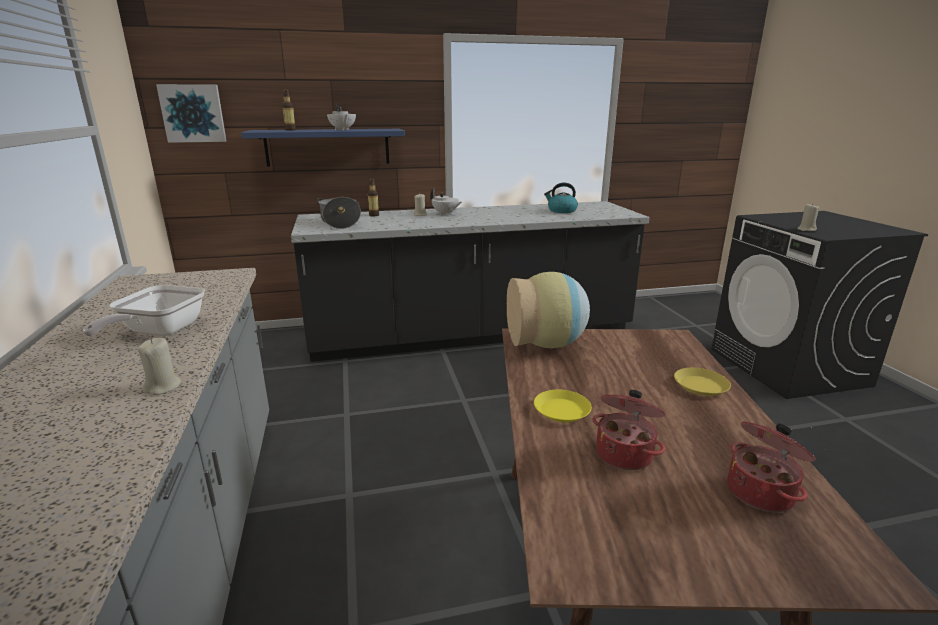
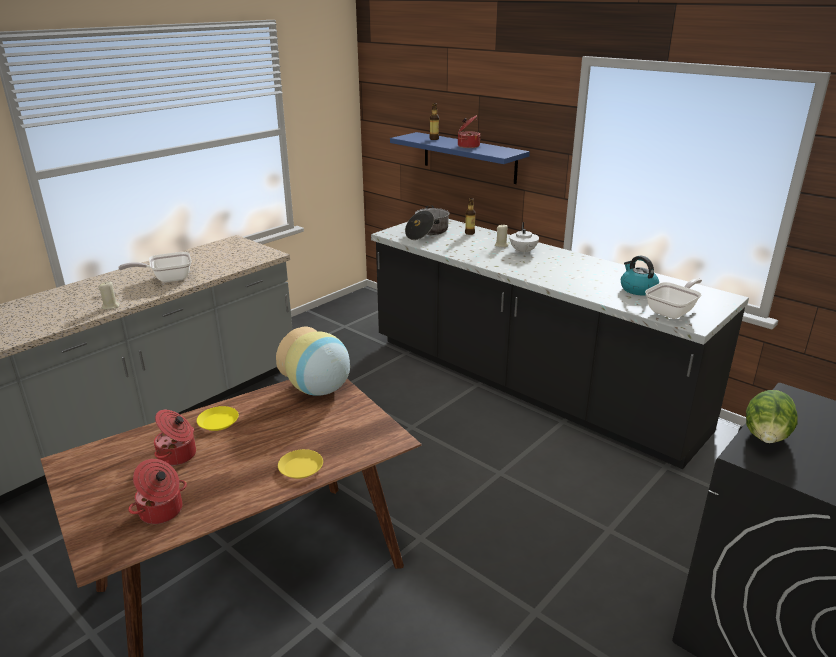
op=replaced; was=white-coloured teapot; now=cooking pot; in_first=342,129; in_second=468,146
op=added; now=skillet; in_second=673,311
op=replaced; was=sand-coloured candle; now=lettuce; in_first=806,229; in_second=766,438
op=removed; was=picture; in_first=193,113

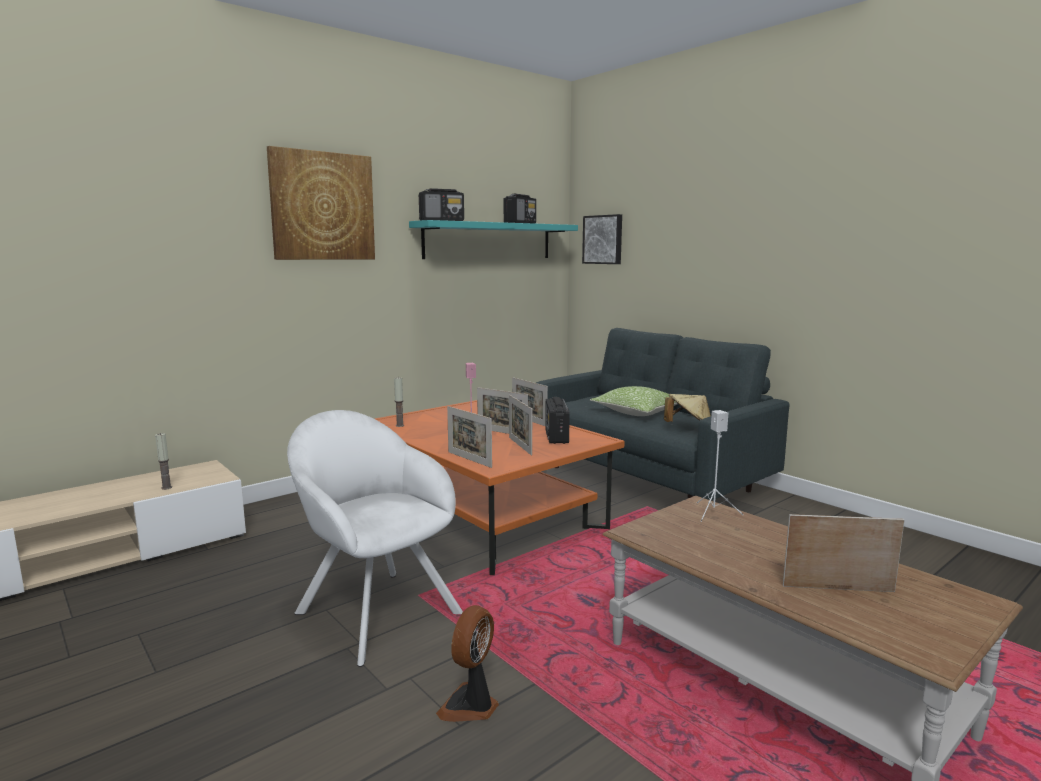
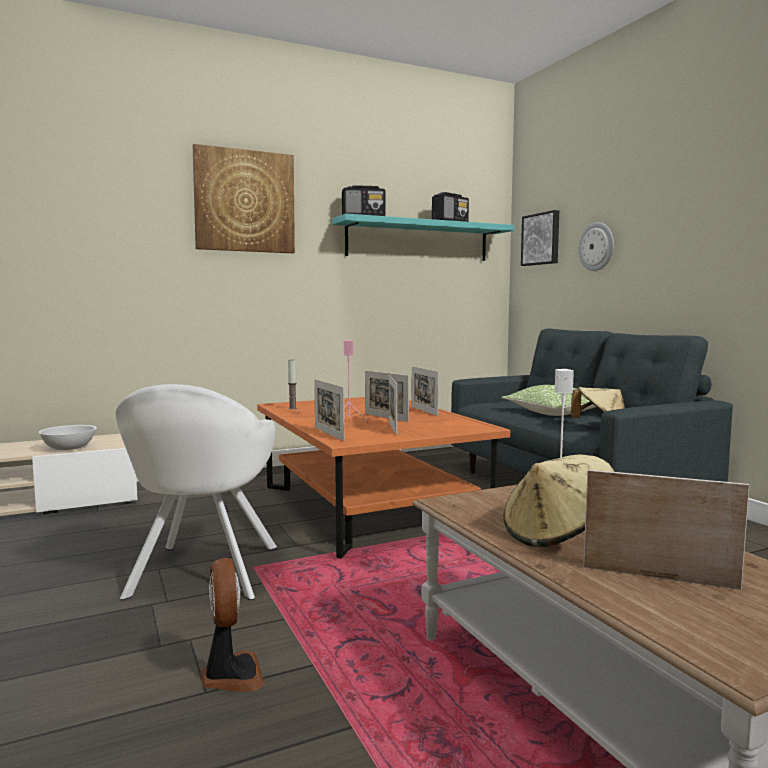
op=replaced; was=candle; now=white-coloured serving bowl; in_first=166,487; in_second=69,448
op=turned; was=white-coloured lounge chair; in_first=374,609; in_second=202,574; clockwise=-150
op=turned; was=cooling fan; in_first=471,706; in_second=231,675; clockwise=120
op=added; now=sand-coloured hat; in_second=557,534
op=added; now=clock on the wall; in_second=597,247
op=removed; was=radio; in_first=556,437

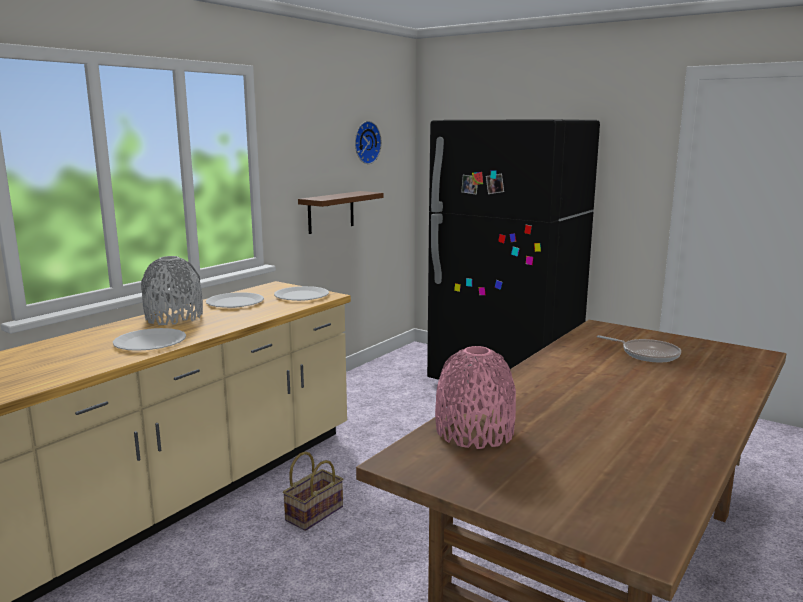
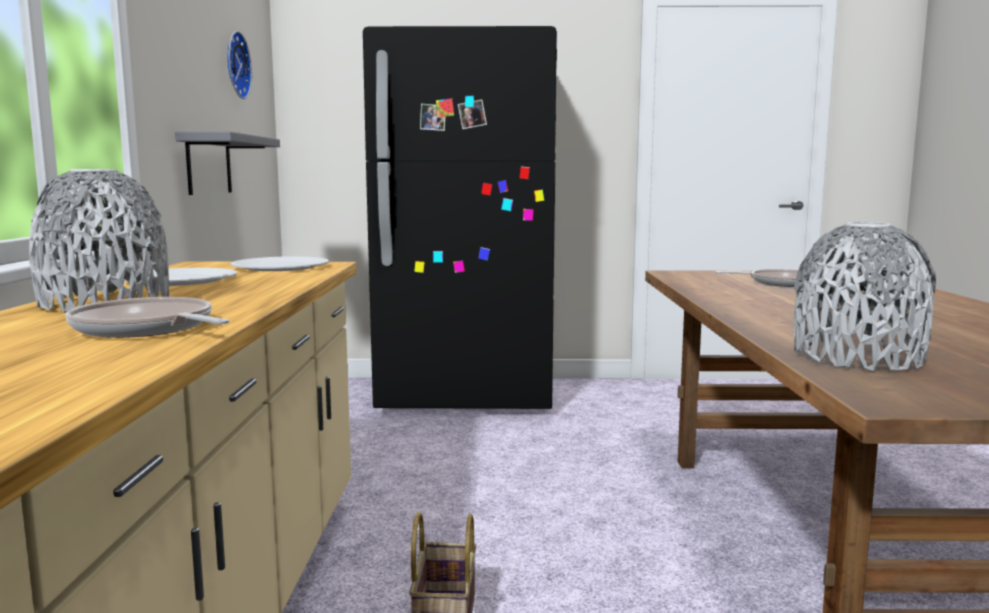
op=replaced; was=white-coloured dinner plate; now=skillet; in_first=150,342; in_second=147,329
op=recoloured; was=brownish shelf; now=greyish shelf; in_first=331,212; in_second=209,164
op=recoloured; was=pink-coloured flower vase; now=greyish flower vase; in_first=474,432; in_second=857,357

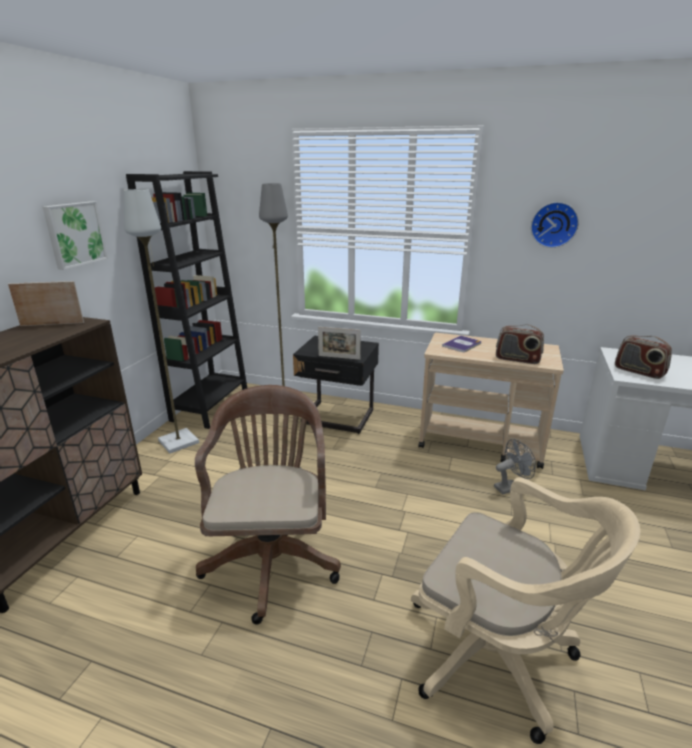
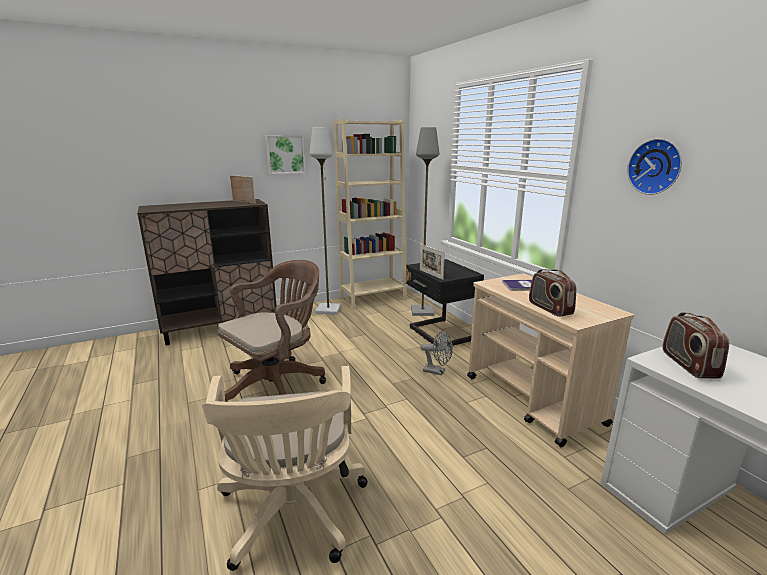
op=recoloured; was=black bookcase; now=sand-coloured bookcase; in_first=210,407; in_second=373,299
op=moved; was=greyish cooling fan; in_first=510,487; in_second=437,371

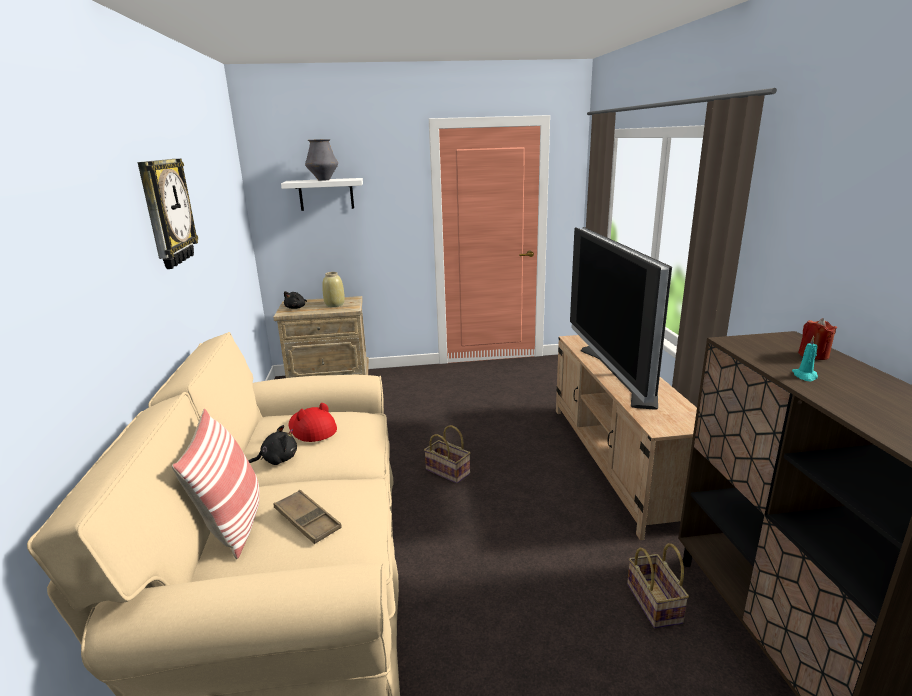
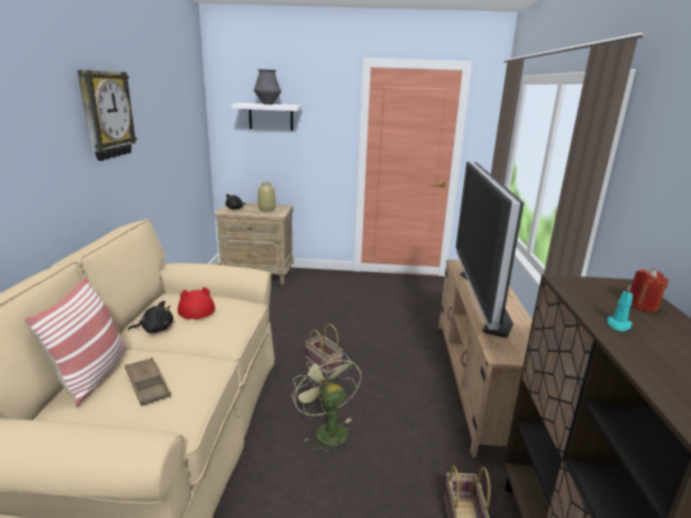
op=added; now=green cooling fan; in_second=326,430

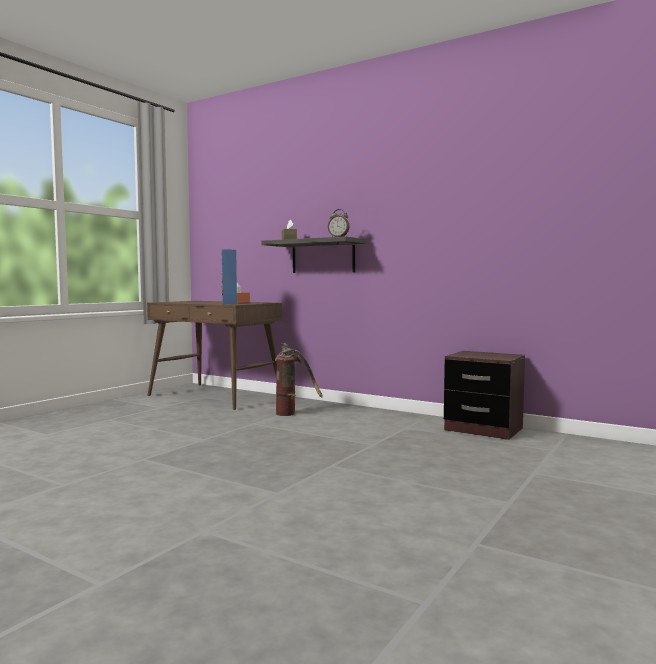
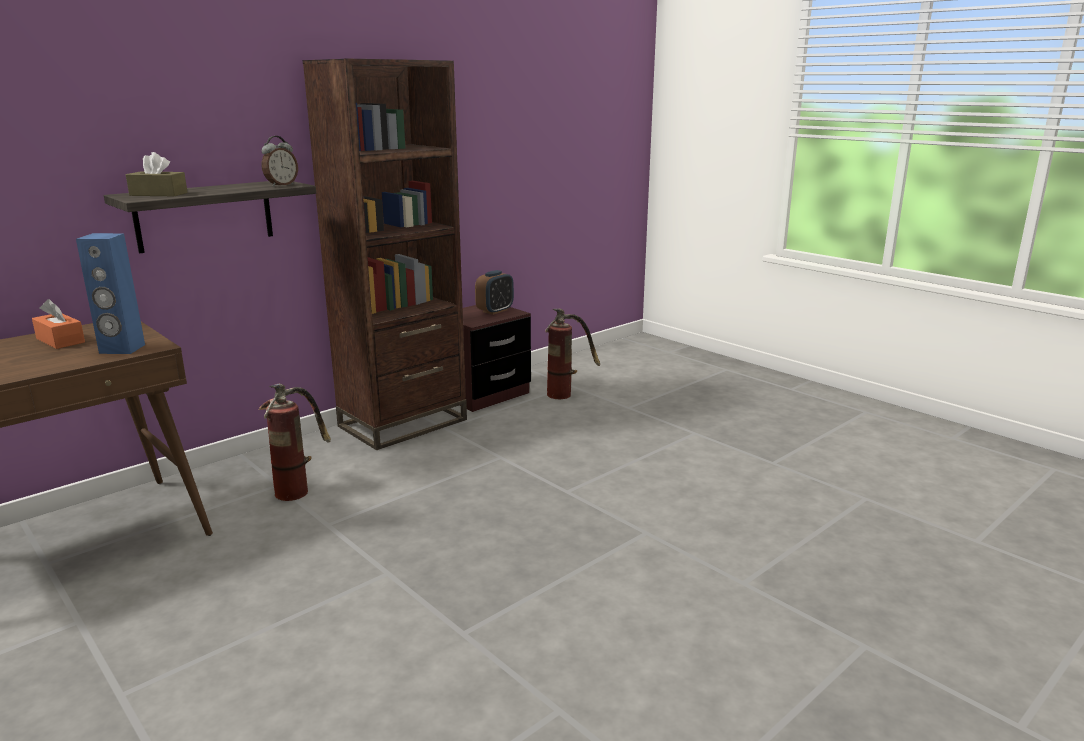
op=added; now=brownish bookcase; in_second=403,423
op=added; now=bedside clock; in_second=495,311
op=added; now=fire-fighting cylinder; in_second=566,392

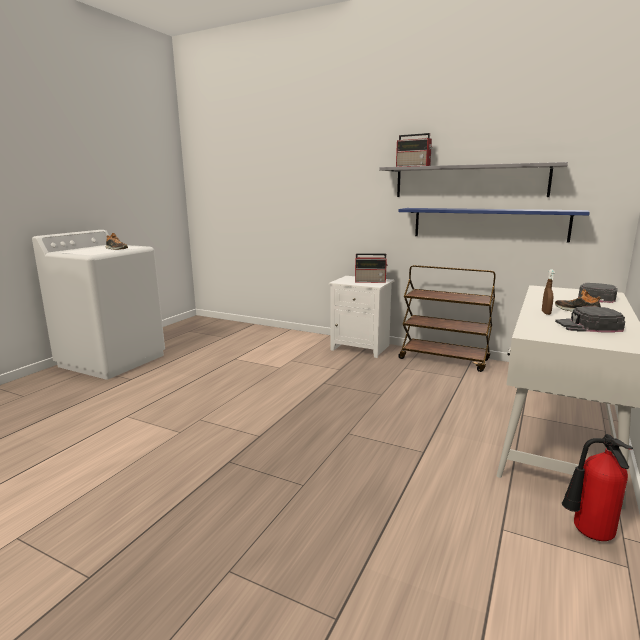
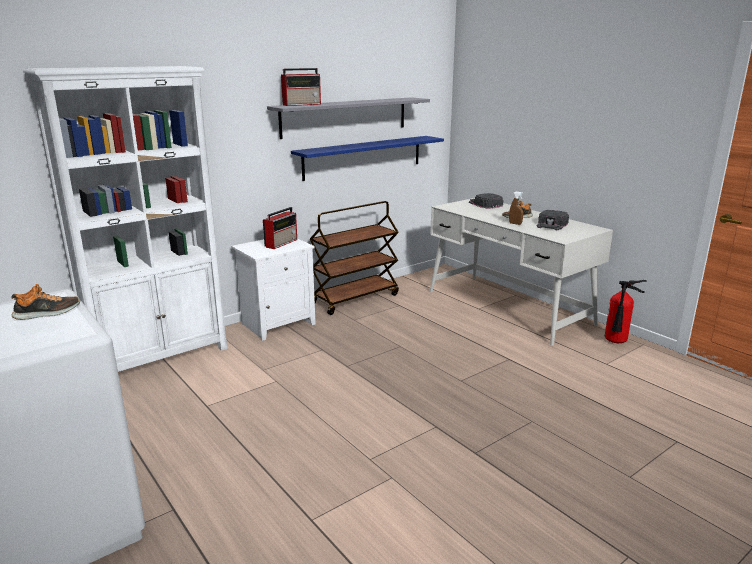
op=added; now=white-coloured bookcase; in_second=160,357

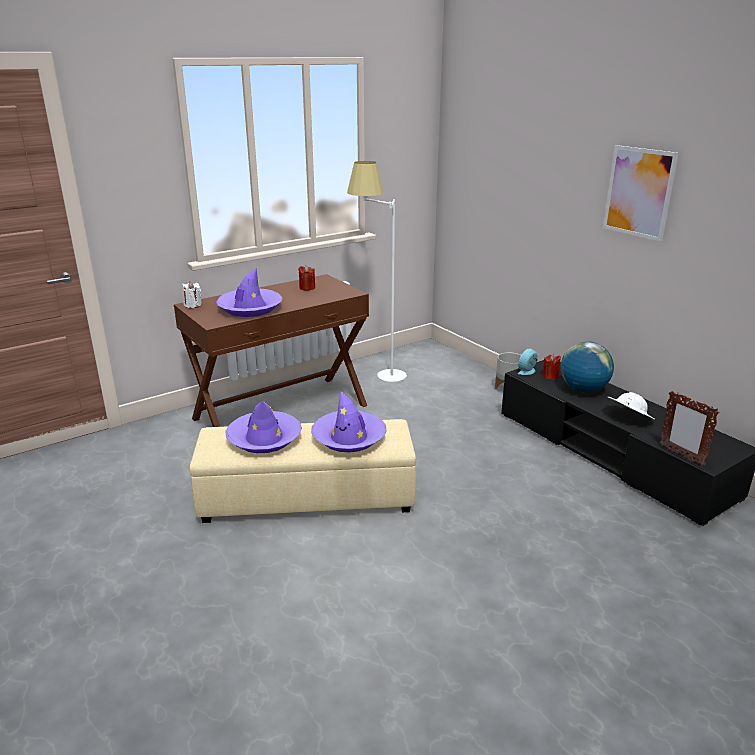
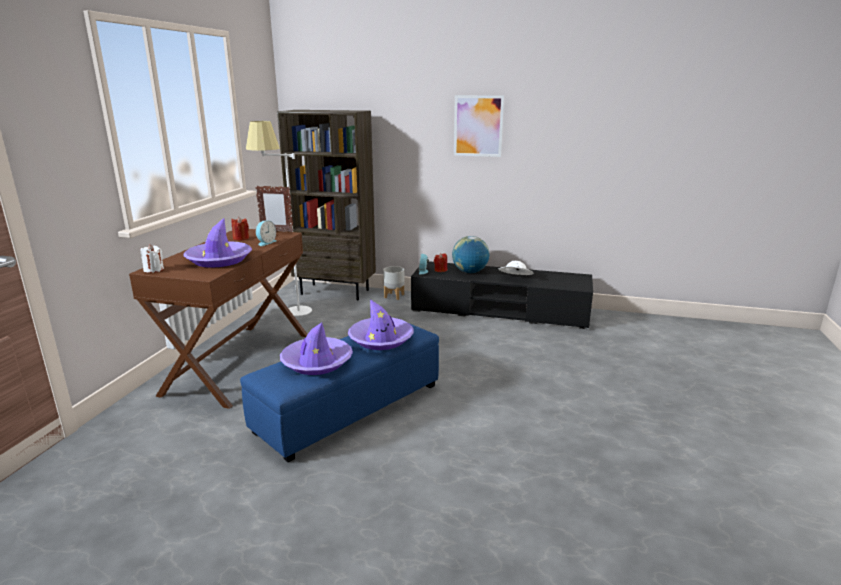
op=recoloured; was=sand-coloured pouffe; now=blue-coloured pouffe; in_first=307,496; in_second=349,407
op=moved; was=picture frame; in_first=681,455; in_second=276,231
op=added; now=bedside clock; in_second=265,242
op=added; now=brownish bookcase; in_second=336,292

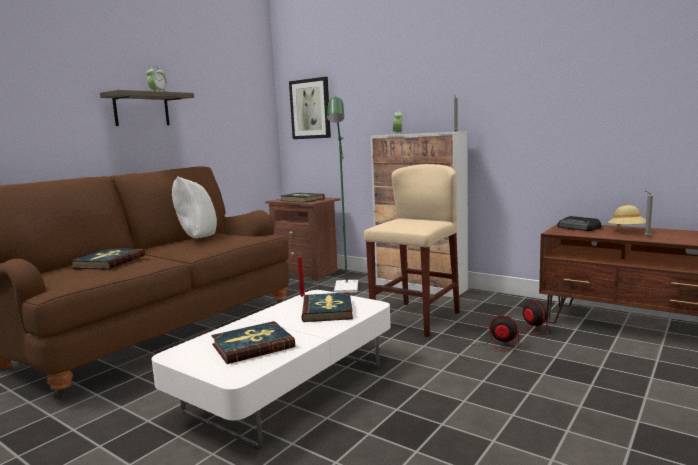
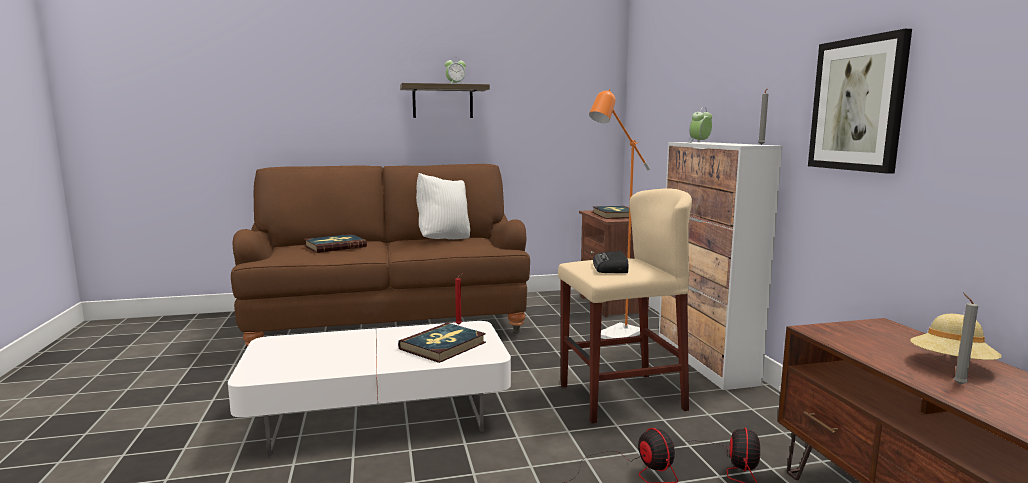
op=recoloured; was=green standing lamp; now=orange standing lamp; in_first=346,289; in_second=615,336
op=moved; was=radio; in_first=579,228; in_second=611,268
op=moved; was=picture; in_first=310,109; in_second=857,104
op=removed; was=volume; in_first=252,346

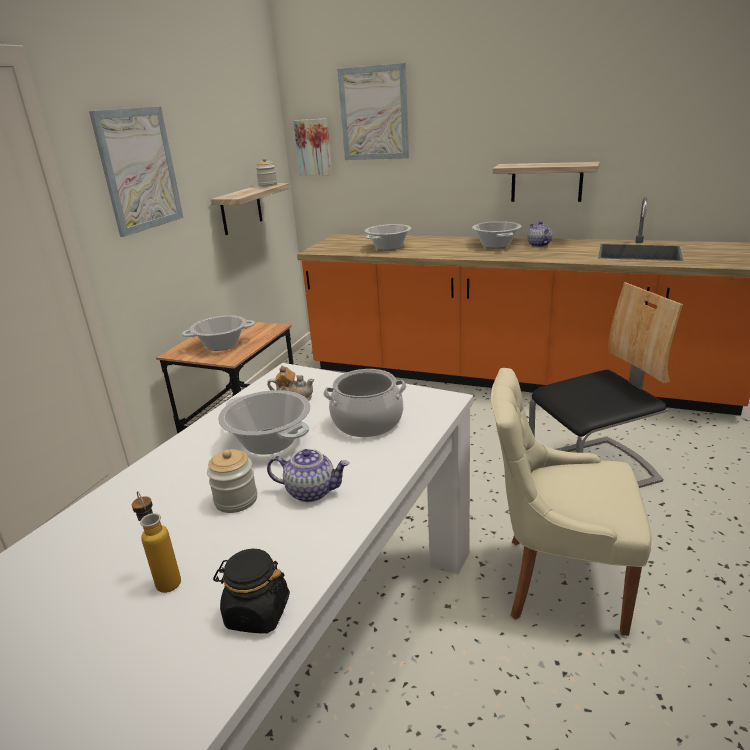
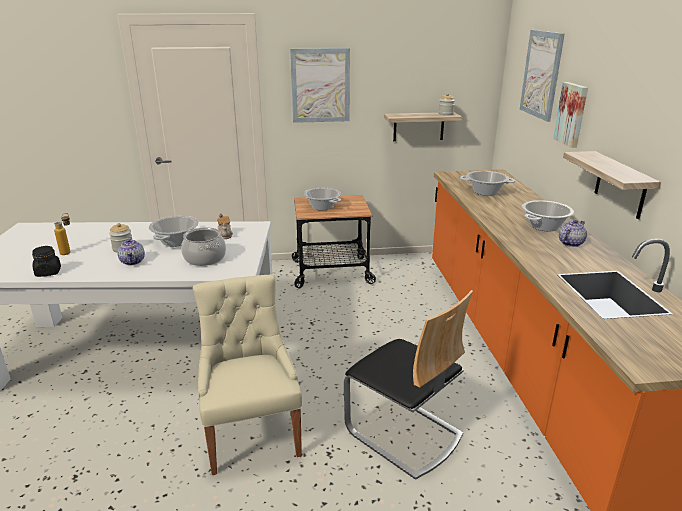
op=moved; was=picture; in_first=314,147; in_second=572,114

